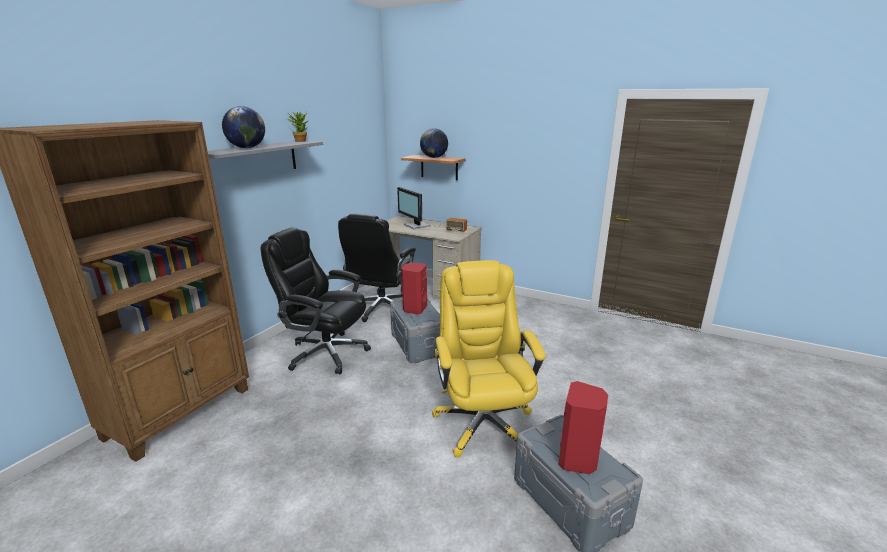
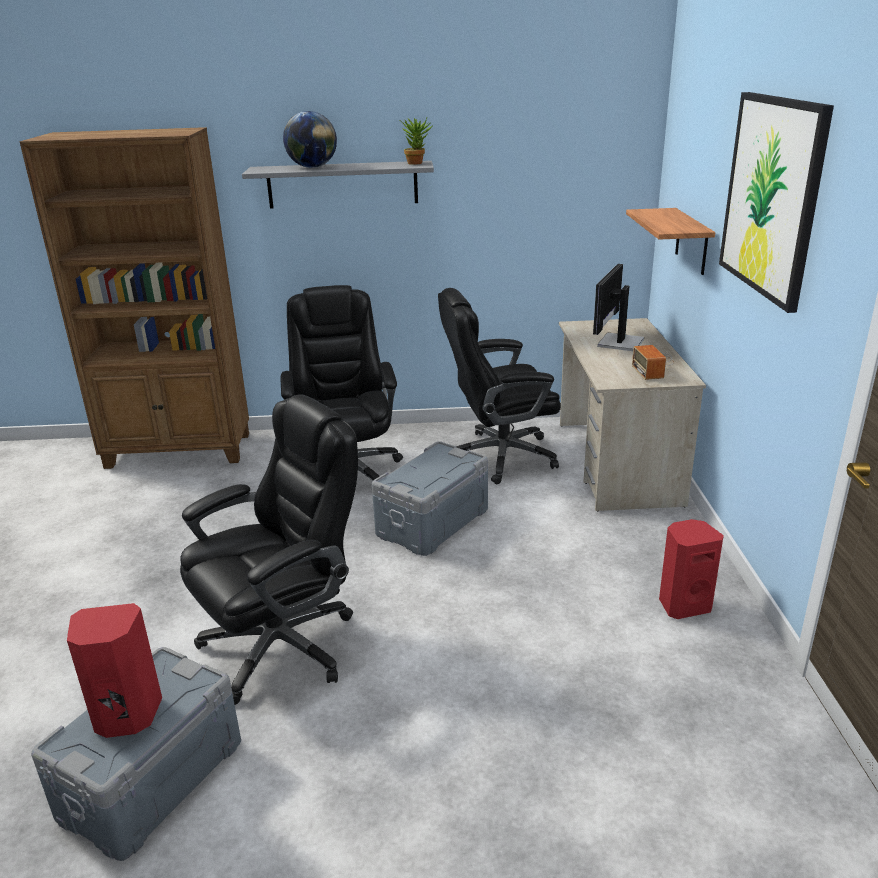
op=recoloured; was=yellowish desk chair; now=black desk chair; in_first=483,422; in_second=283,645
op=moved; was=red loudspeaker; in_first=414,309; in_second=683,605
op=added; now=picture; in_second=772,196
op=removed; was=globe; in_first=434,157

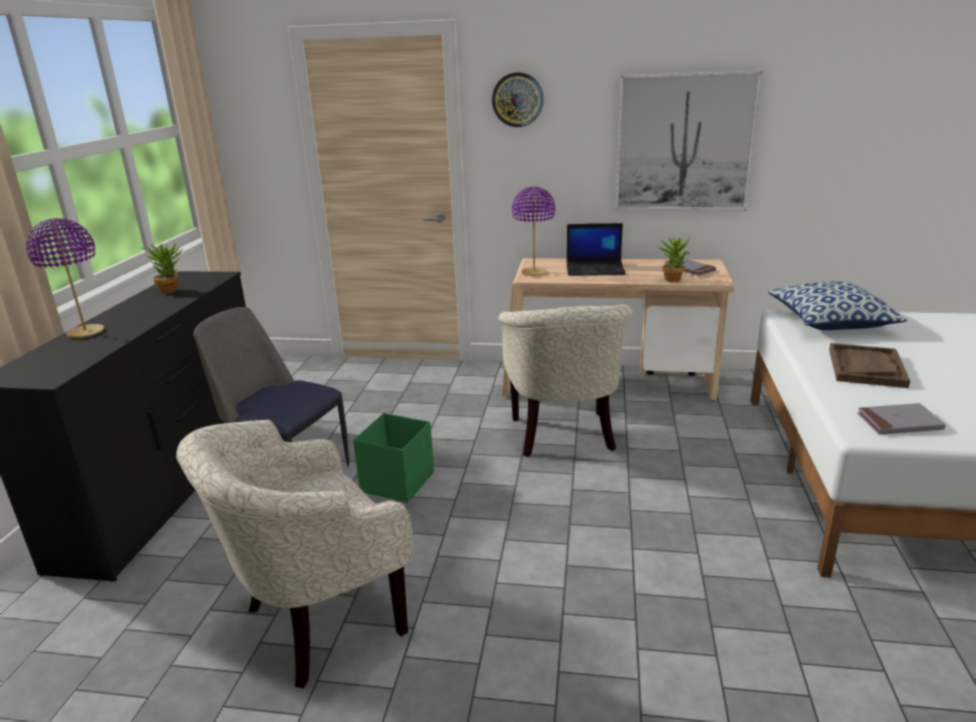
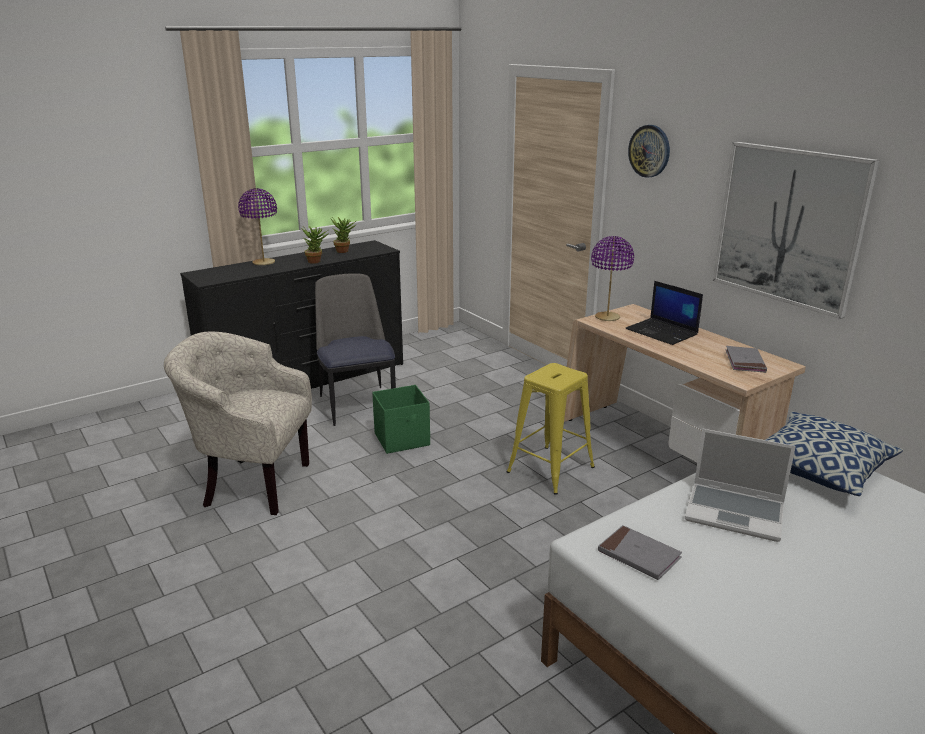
op=moved; was=plant in a pot; in_first=672,279; in_second=316,261
op=replaced; was=sand-coloured lounge chair; now=yellowish stool seat; in_first=564,436; in_second=550,469
op=replaced; was=brownish tray; now=laptop; in_first=866,367; in_second=736,513

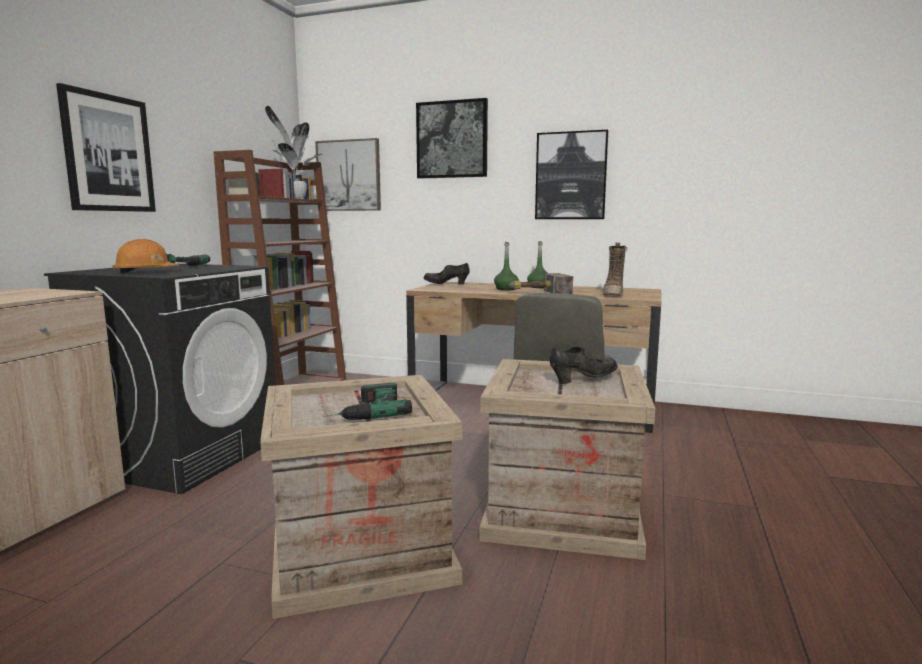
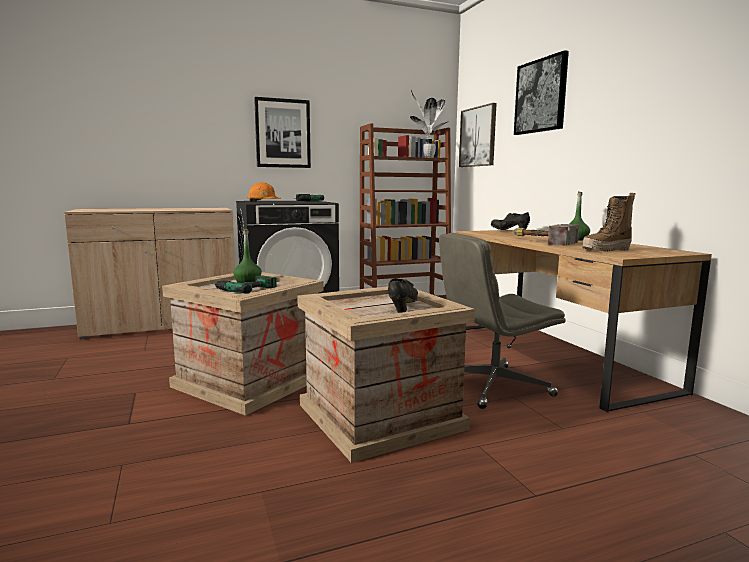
op=moved; was=green drink bottle; in_first=506,289; in_second=248,282
op=turned; was=black low shoe; in_first=583,380; in_second=402,307; clockwise=-105
op=removed; was=picture; in_first=571,176

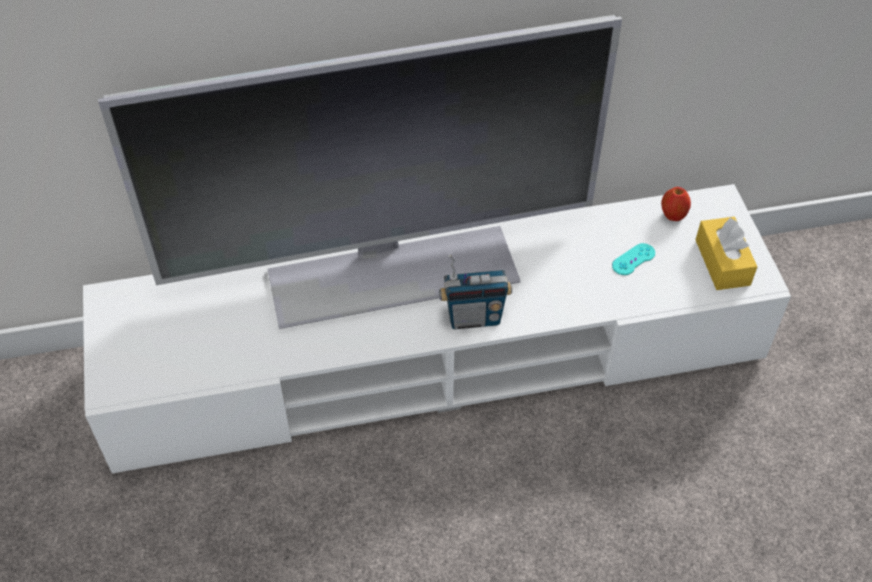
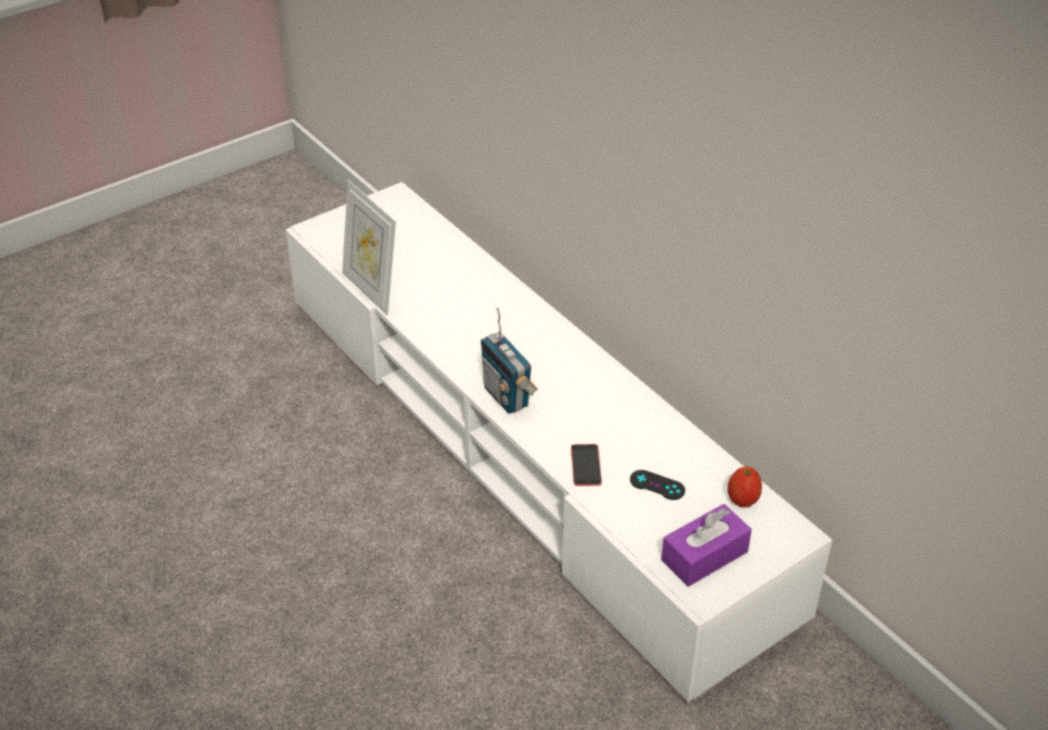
op=added; now=picture frame; in_second=371,290
op=added; now=telephone; in_second=586,465
op=recoloured; was=turquoise game controller; now=black game controller; in_first=633,259; in_second=657,485
op=recoloured; was=yellowish tissue box; now=purplish tissue box; in_first=722,262; in_second=704,556
op=removed; was=television; in_first=391,272

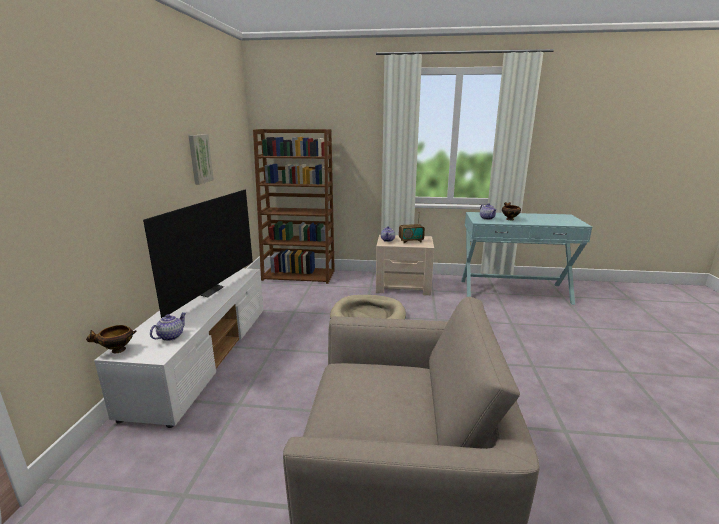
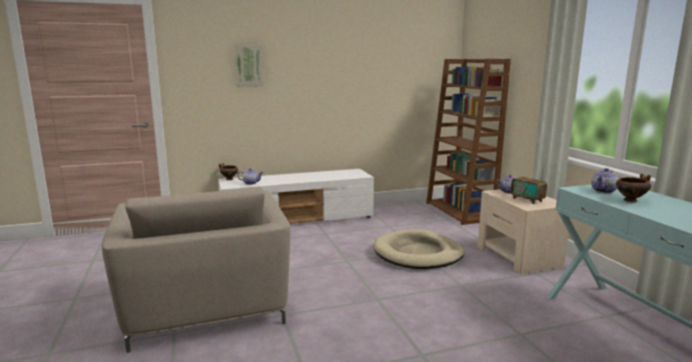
op=moved; was=picture; in_first=199,159; in_second=248,66
op=removed; was=television; in_first=208,290

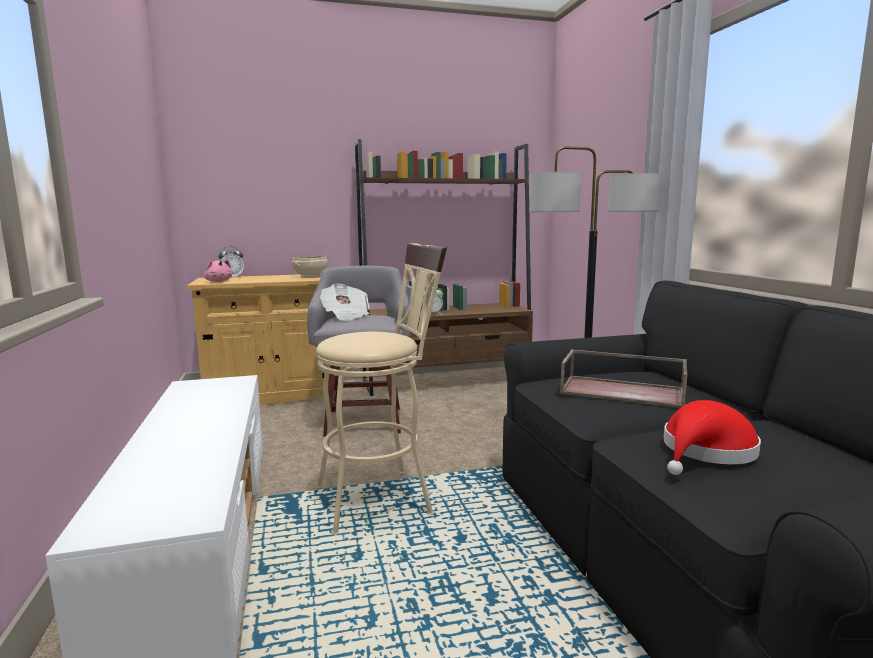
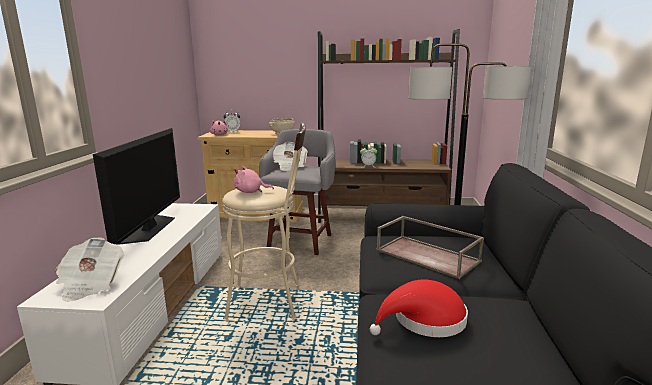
op=added; now=printed paper; in_second=91,284
op=added; now=television; in_second=149,228
op=added; now=pink-coloured plush toy; in_second=250,192

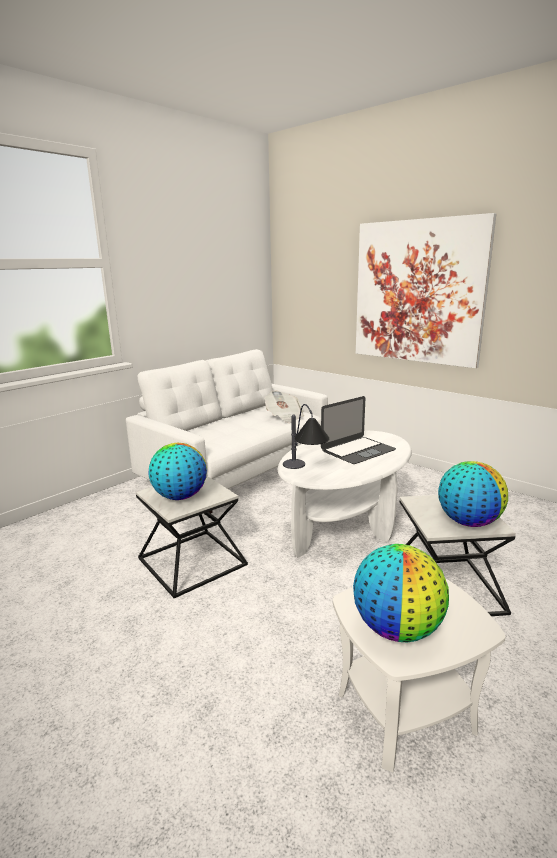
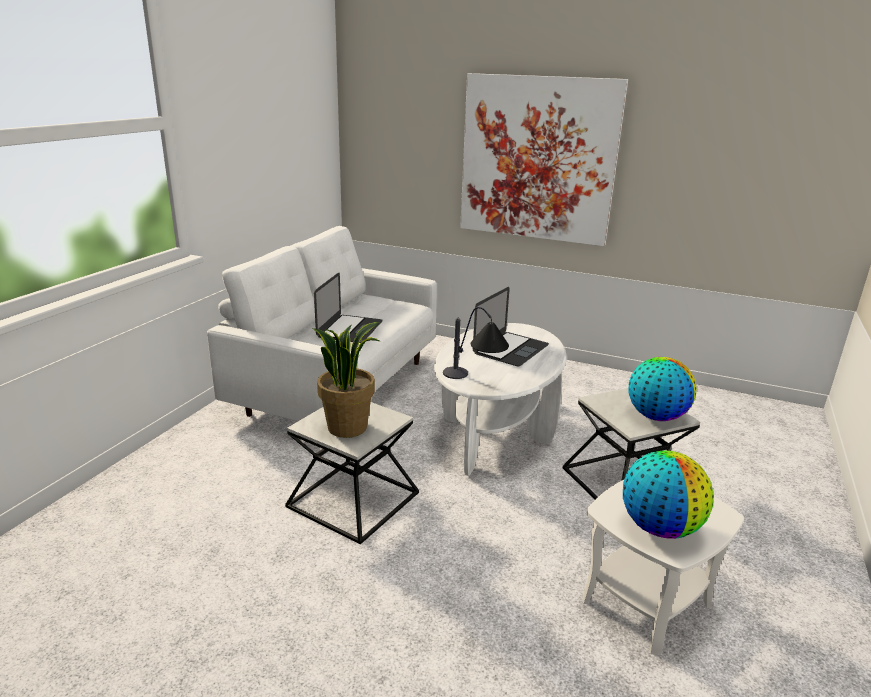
op=replaced; was=globe; now=plant in a pot; in_first=180,496; in_second=348,427
op=added; now=laptop; in_second=350,329
op=removed; was=printed paper; in_first=284,417

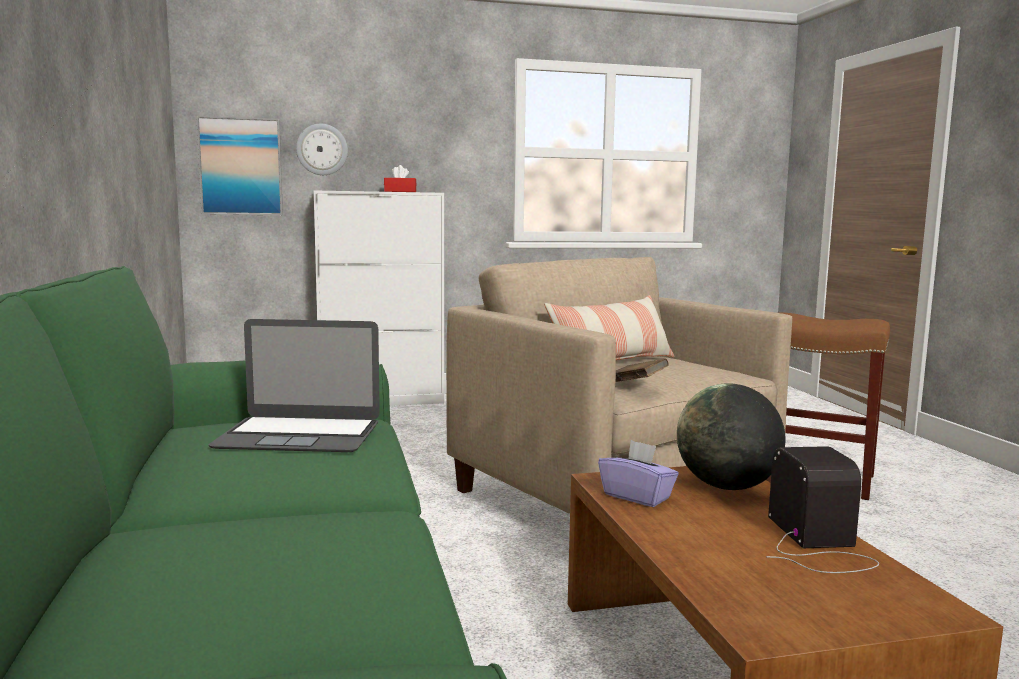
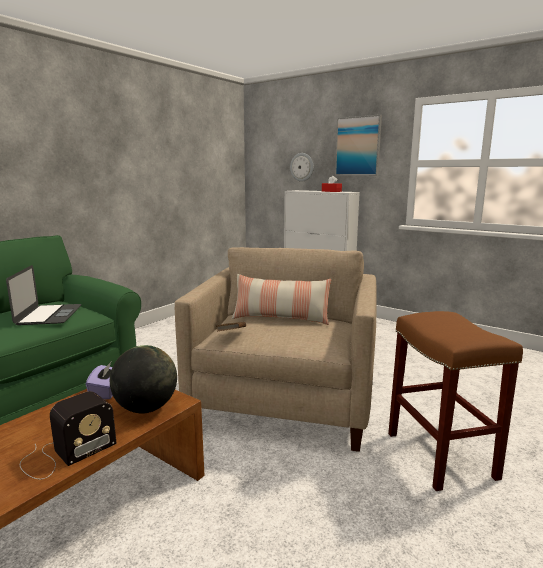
op=turned; was=laptop; in_first=299,435; in_second=49,315; clockwise=-150
op=moved; was=picture; in_first=240,166; in_second=358,146

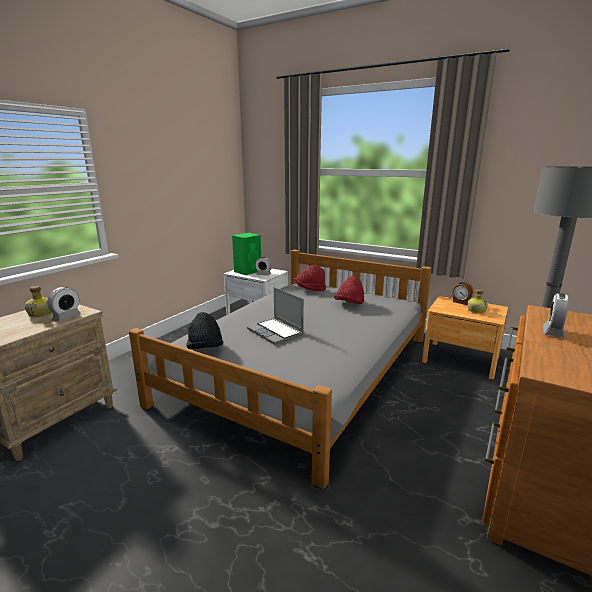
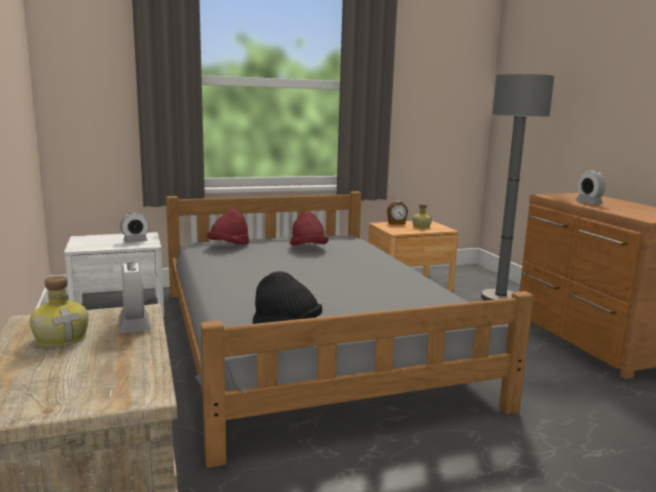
op=removed; was=green loudspeaker; in_first=248,271
op=removed; was=laptop; in_first=276,332

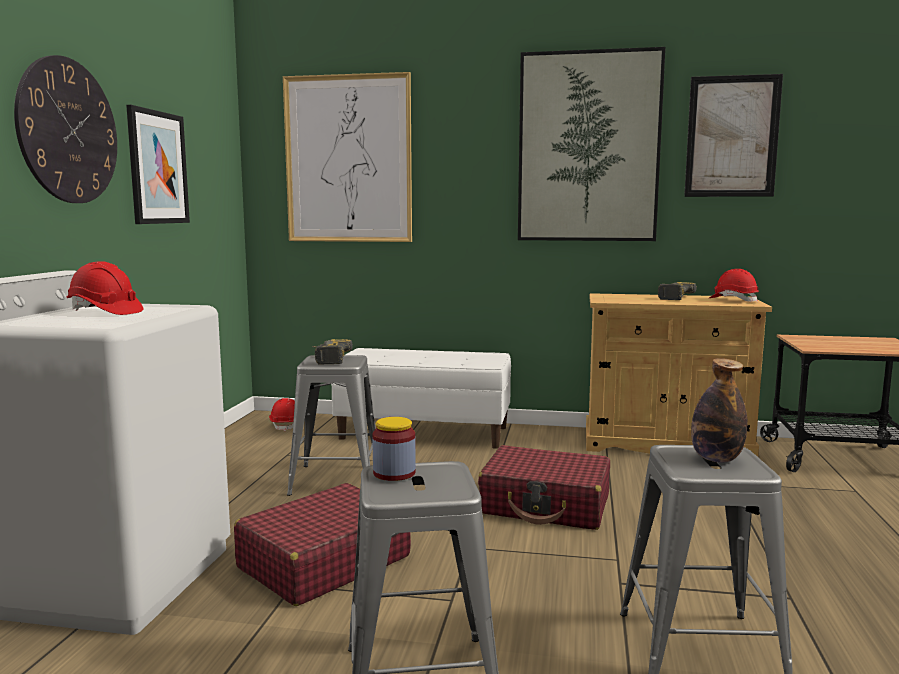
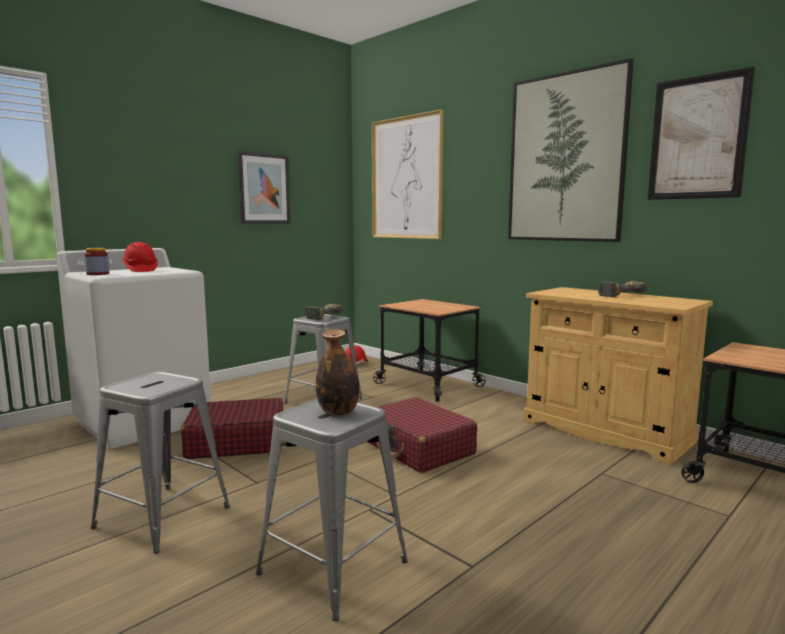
op=moved; was=preserve jar; in_first=394,473; in_second=98,274
op=replaced; was=white-coloured long seat; now=trolley; in_first=425,433; in_second=429,384
op=removed; was=clock on the wall; in_first=68,131
op=removed; was=red work helmet; in_first=733,300

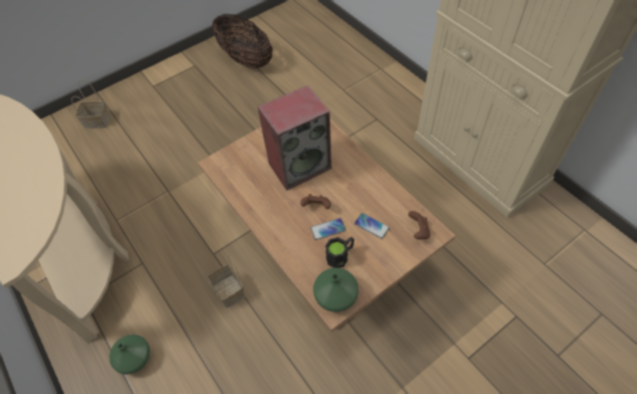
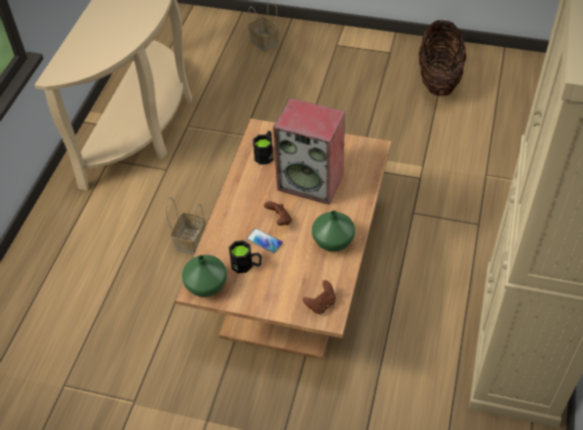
op=added; now=black coffee mug; in_second=265,154
op=moved; was=green flower vase; in_first=136,358; in_second=334,241
op=removed; was=telephone; in_first=371,226

